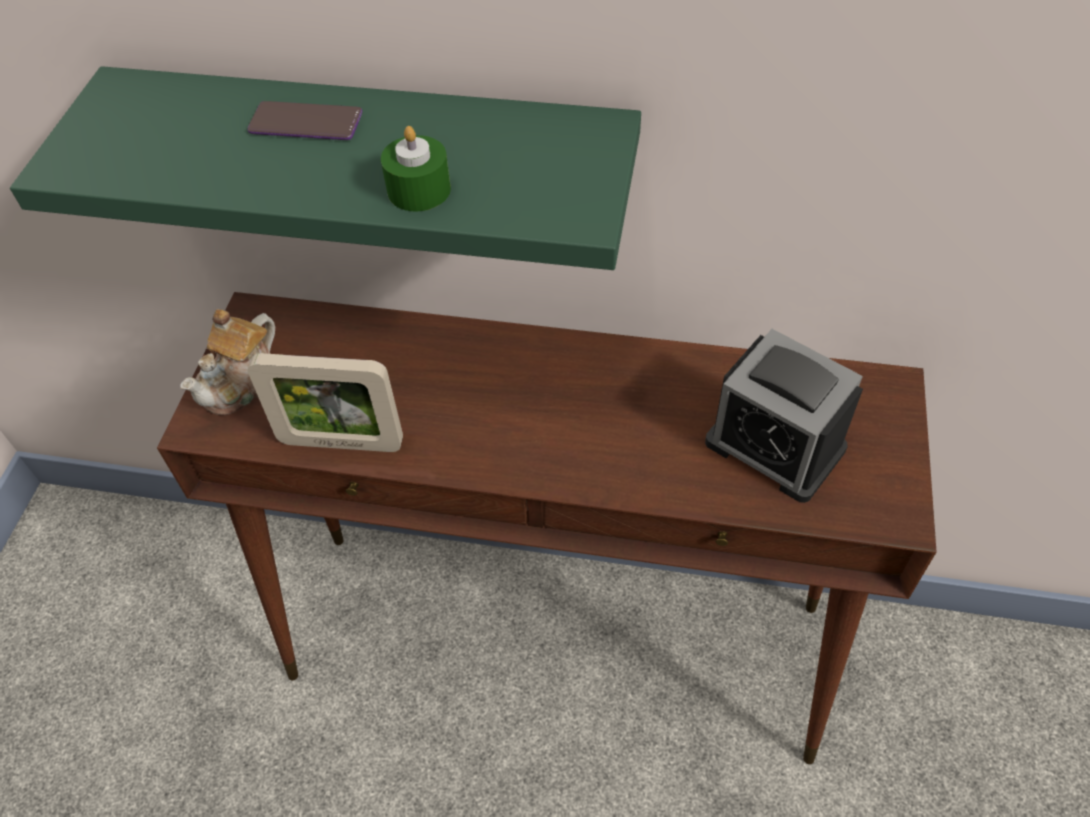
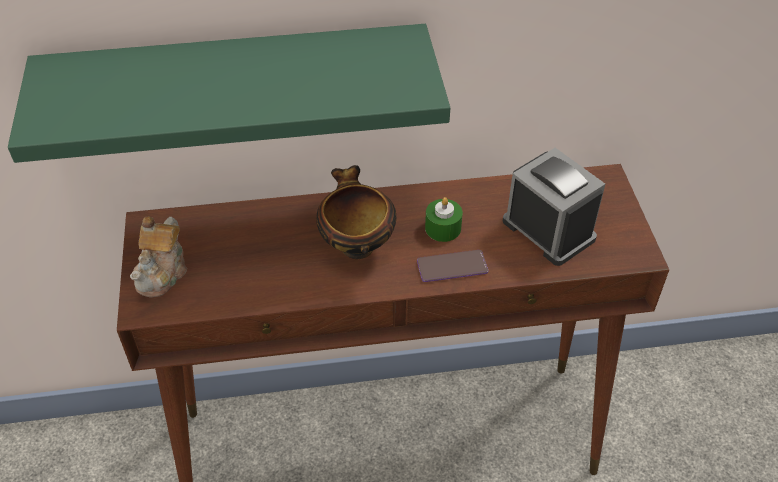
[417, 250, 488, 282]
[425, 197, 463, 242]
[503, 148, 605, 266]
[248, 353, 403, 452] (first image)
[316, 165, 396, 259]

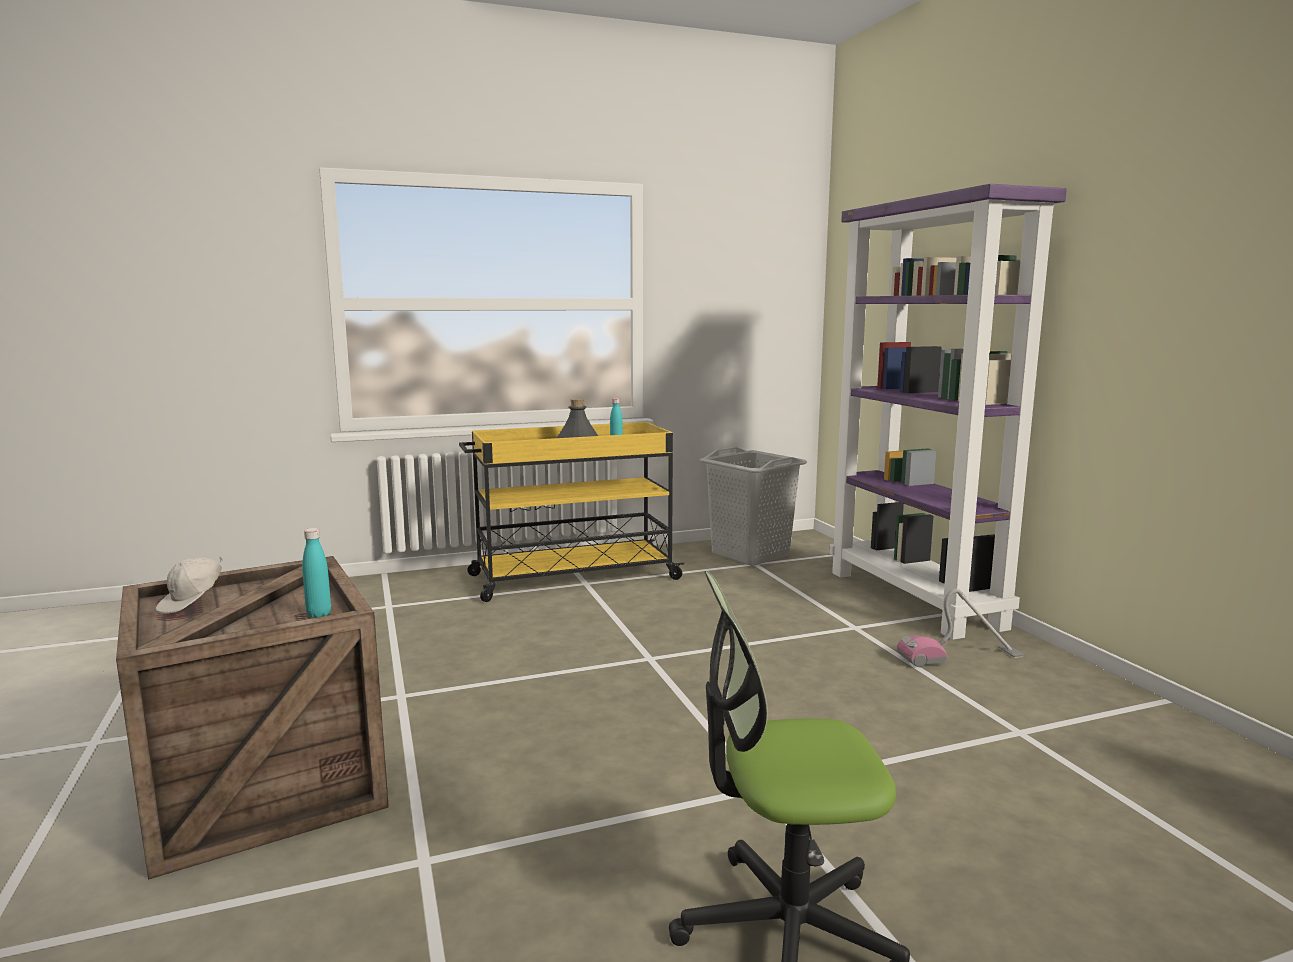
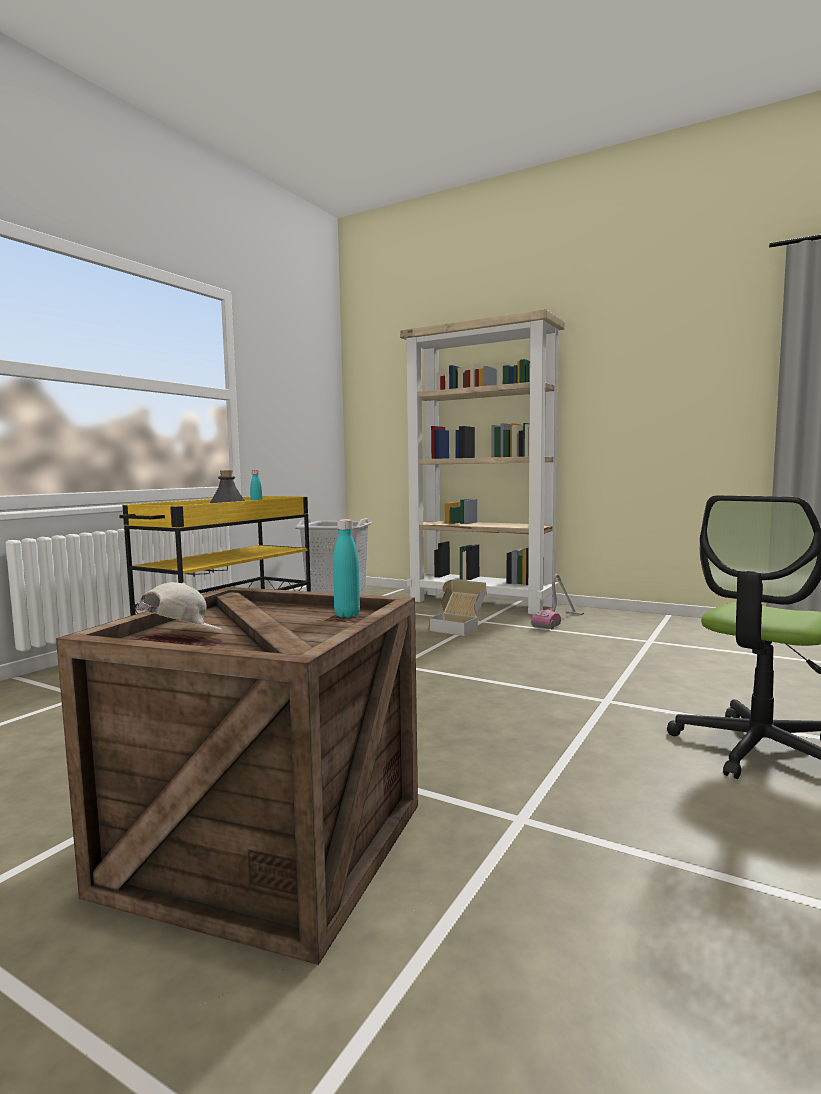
[400, 309, 565, 614]
[135, 582, 222, 630]
[429, 579, 487, 636]

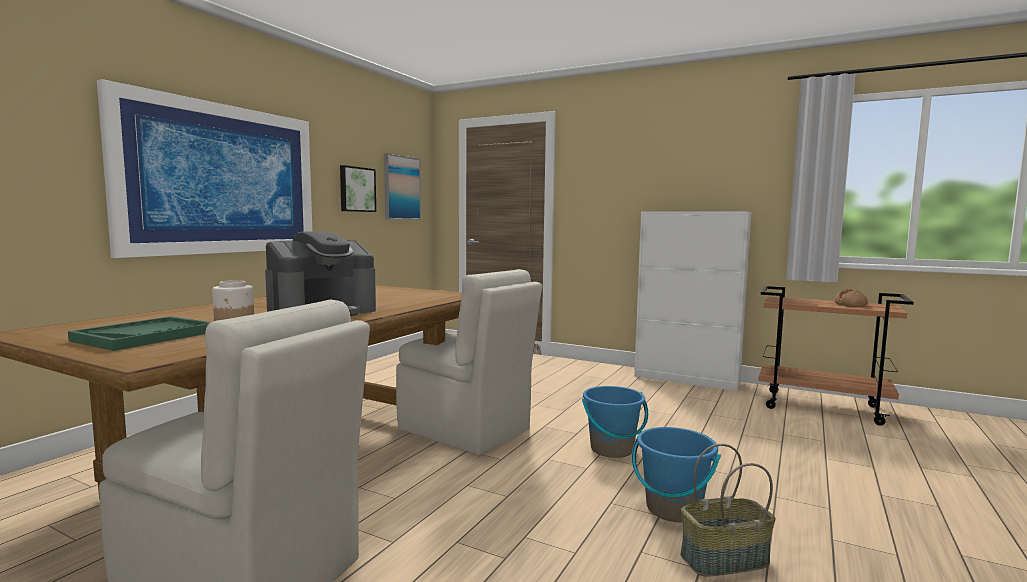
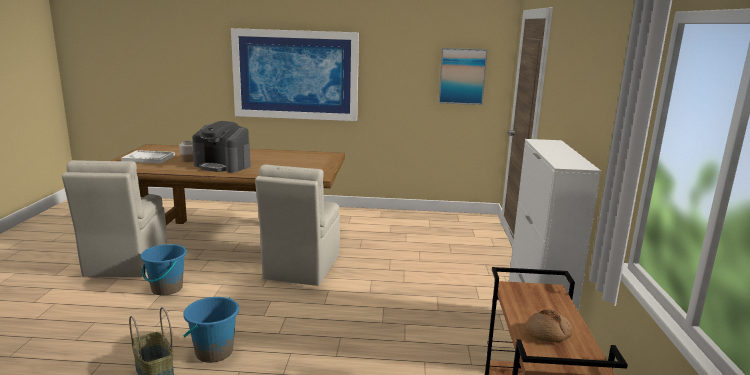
[340, 165, 376, 212] (first image)
[121, 150, 175, 163]
[140, 244, 187, 295]

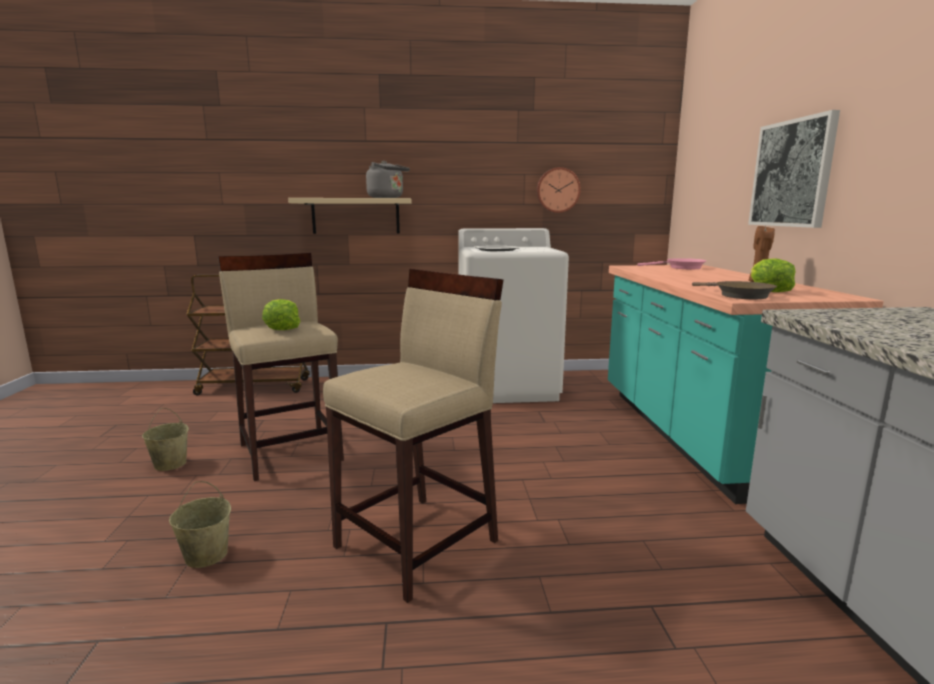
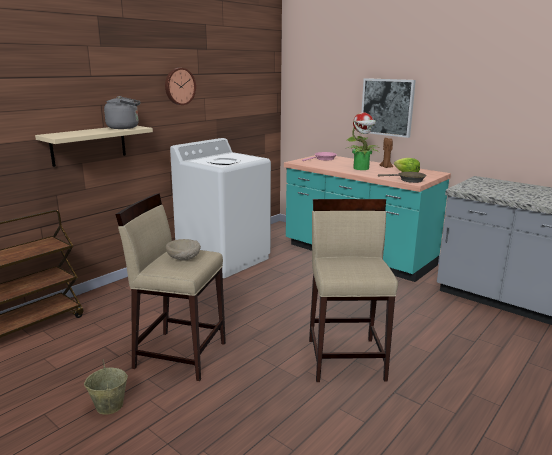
[165, 68, 196, 105]
[166, 239, 201, 260]
[169, 481, 231, 568] (first image)
[345, 112, 380, 170]

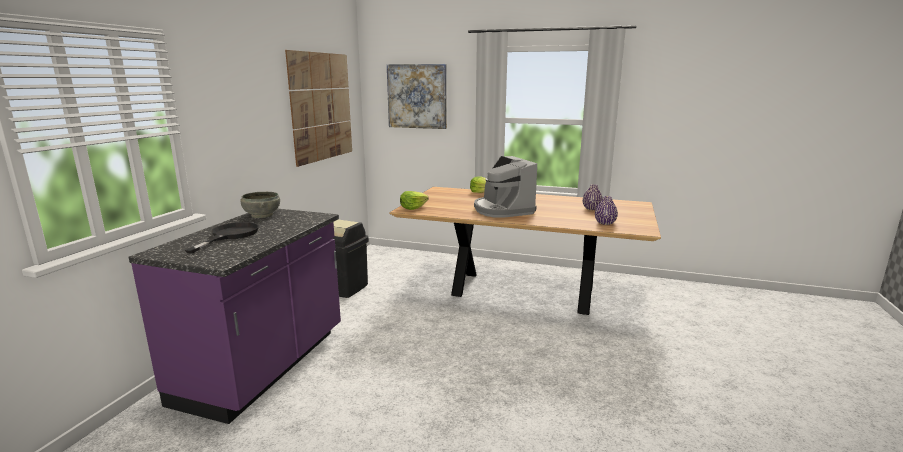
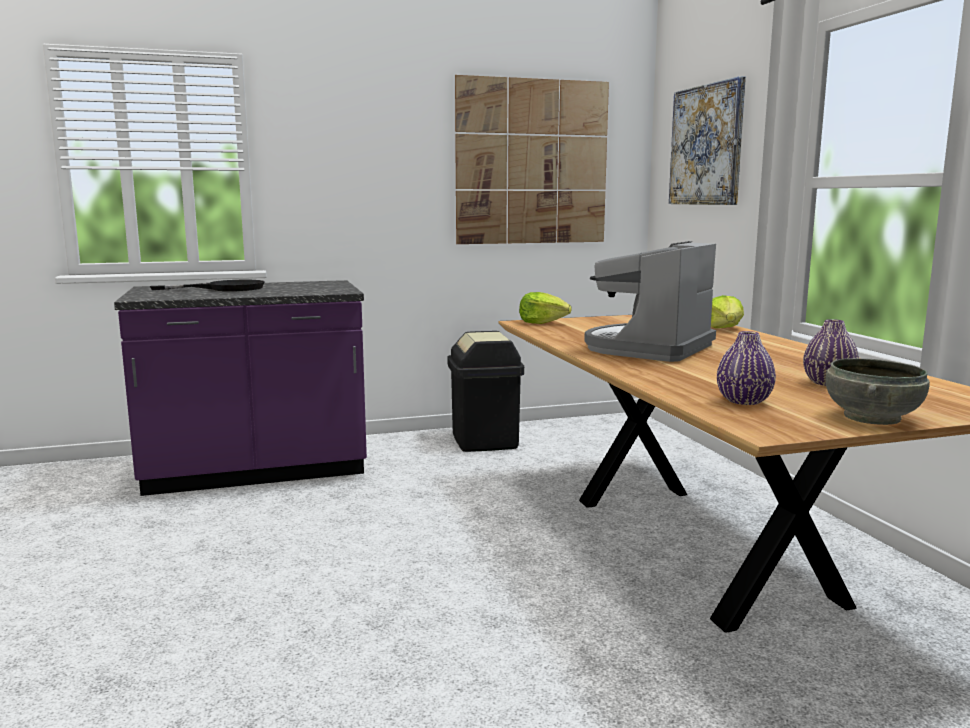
[826, 358, 930, 425]

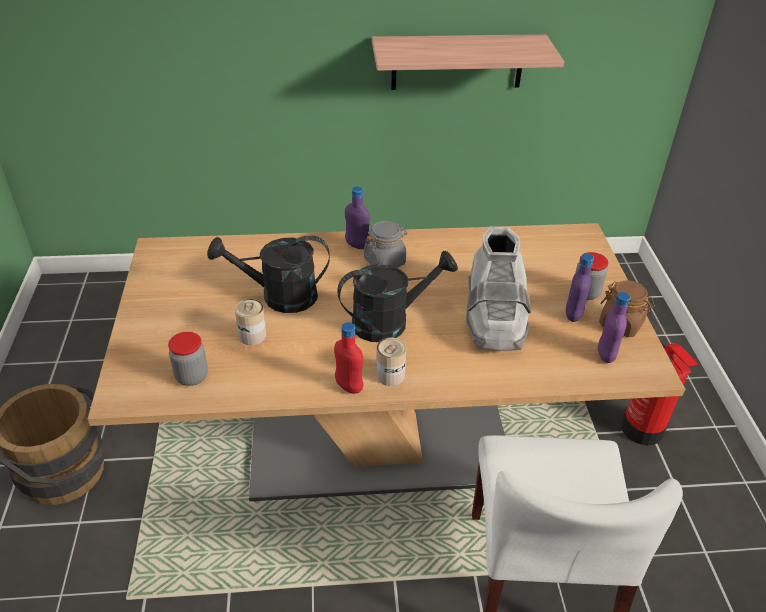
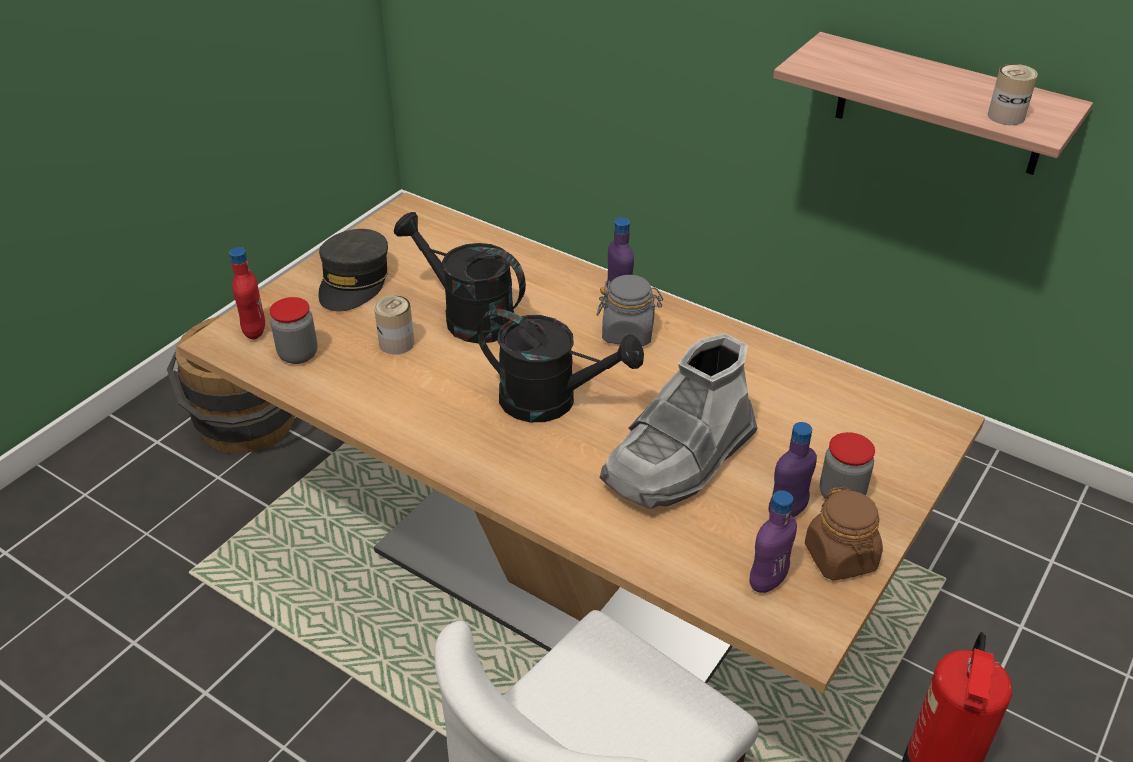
[229, 247, 265, 340]
[988, 64, 1038, 125]
[318, 229, 388, 311]

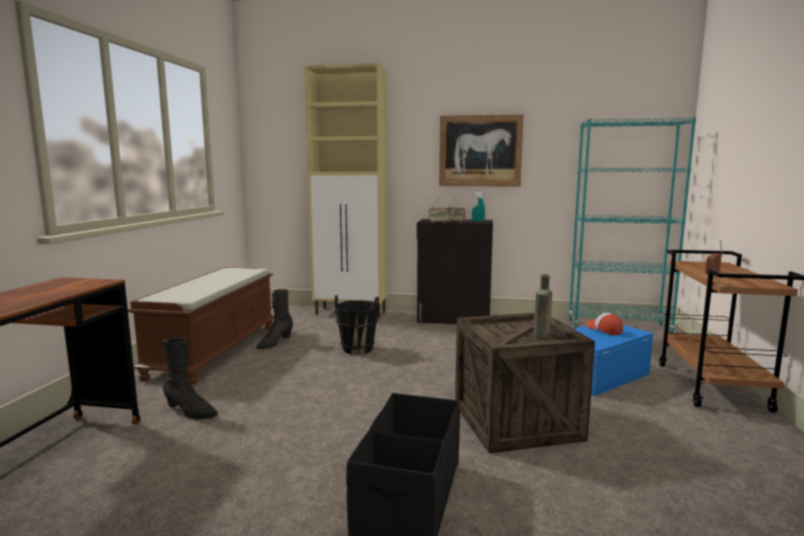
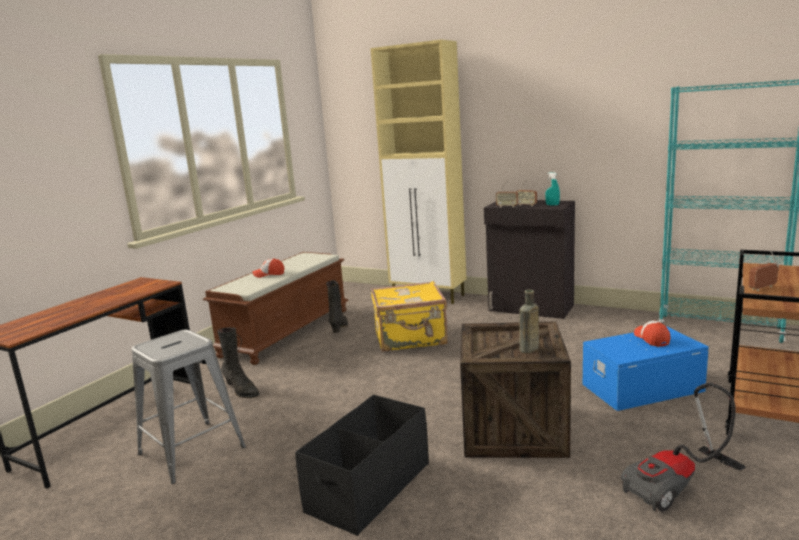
[439, 114, 524, 187] (first image)
[326, 280, 348, 333]
[371, 281, 448, 352]
[252, 258, 284, 278]
[132, 330, 246, 484]
[621, 382, 746, 512]

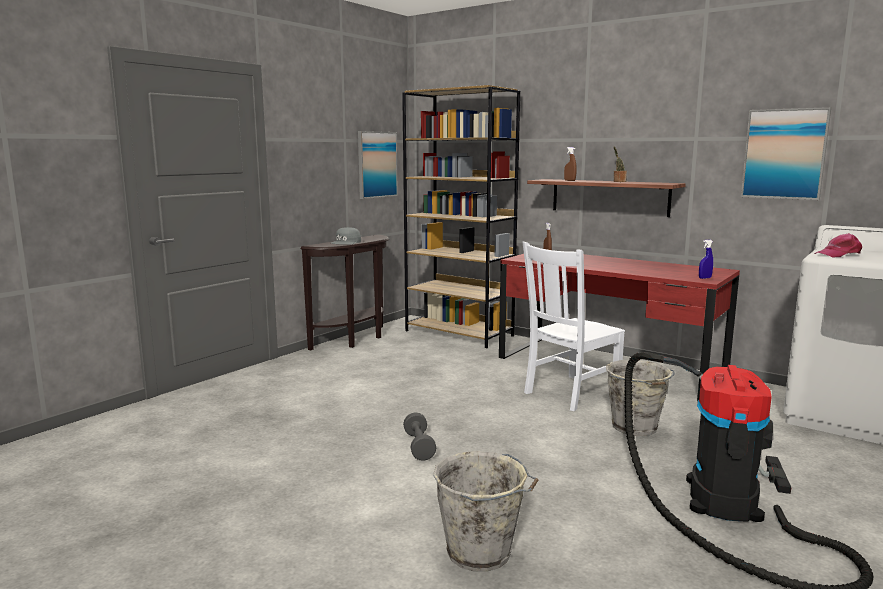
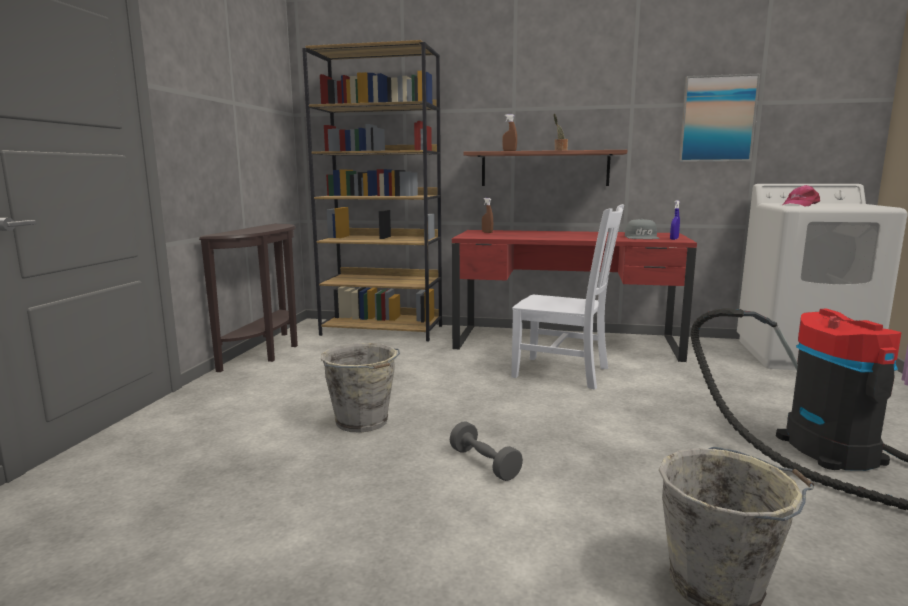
[358, 131, 398, 199] (first image)
[625, 219, 660, 239]
[511, 204, 624, 390]
[321, 343, 400, 433]

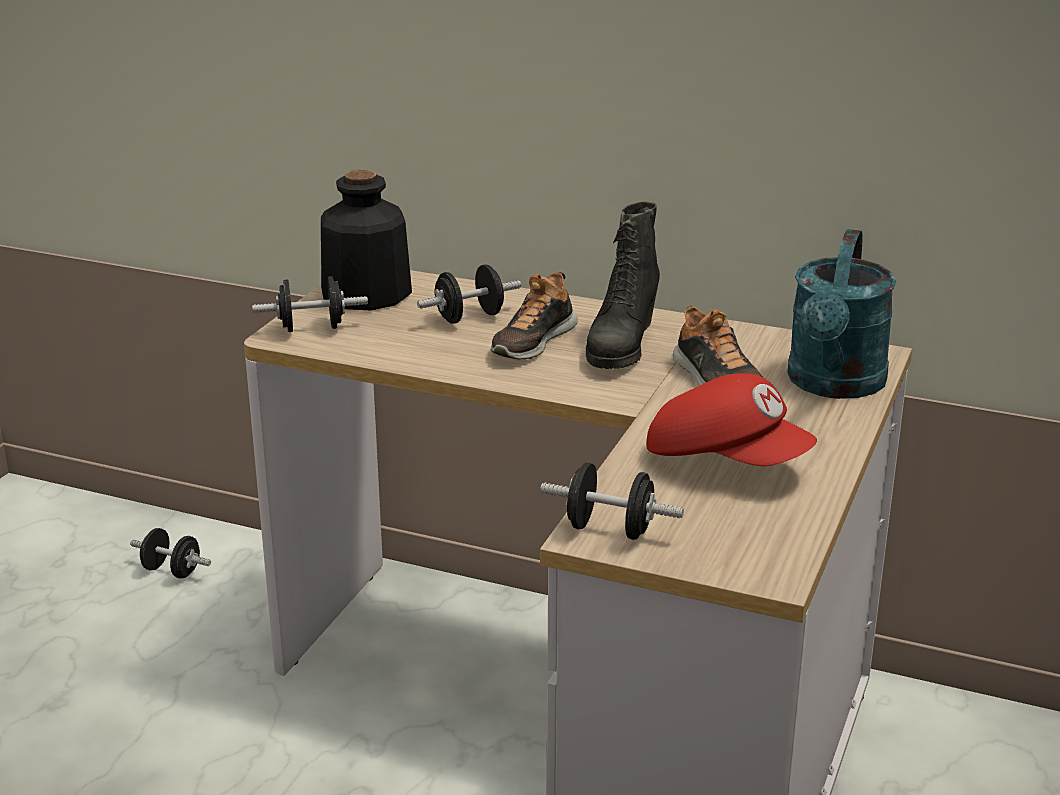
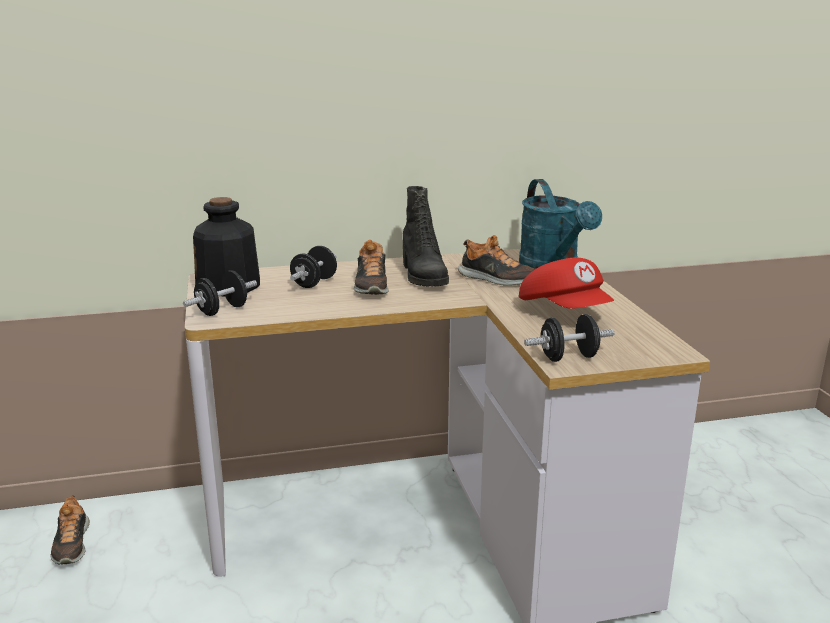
[519, 258, 614, 309]
[50, 495, 90, 565]

